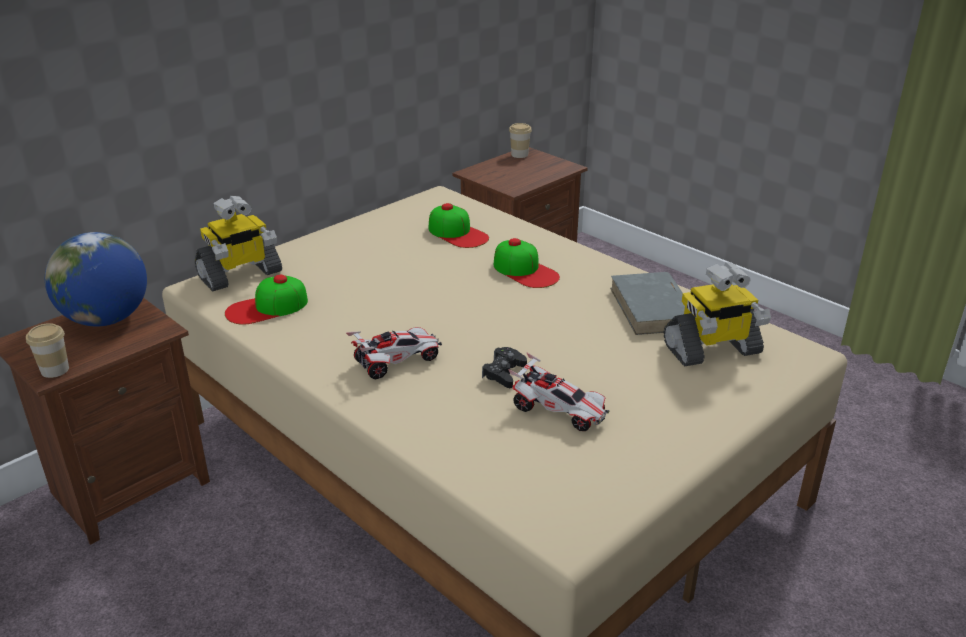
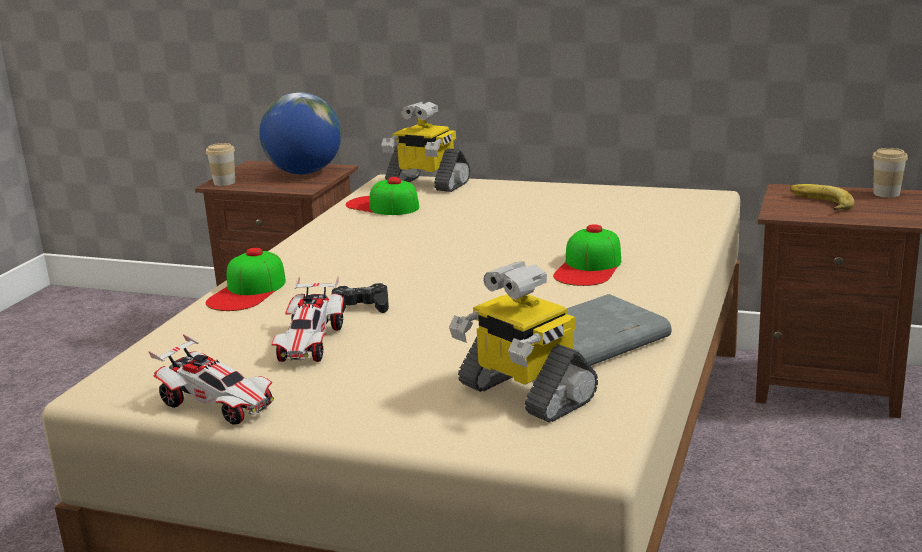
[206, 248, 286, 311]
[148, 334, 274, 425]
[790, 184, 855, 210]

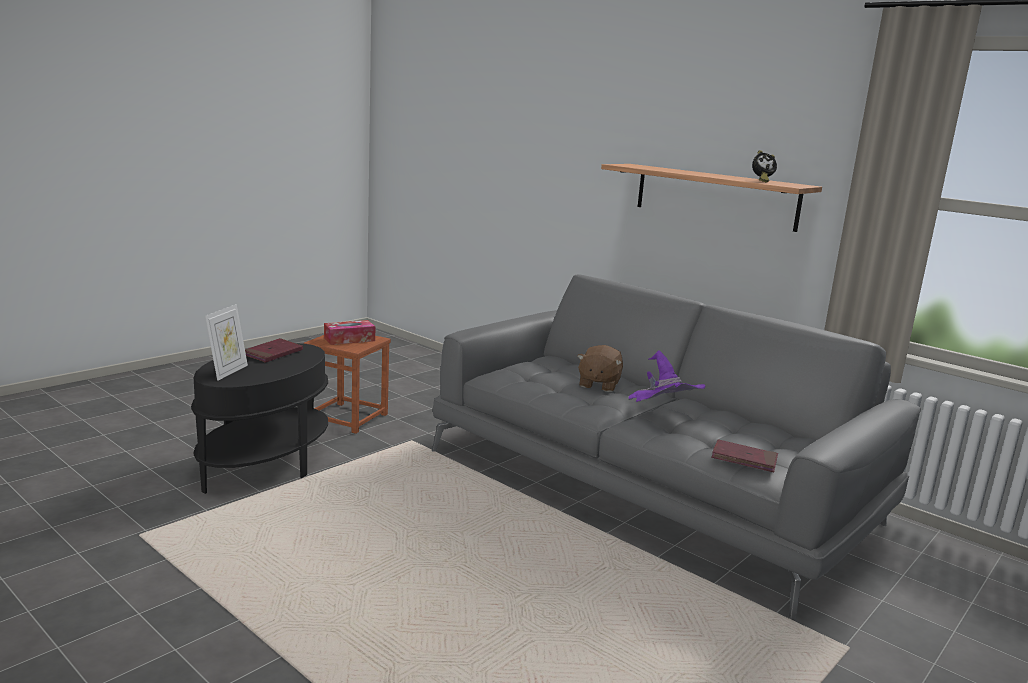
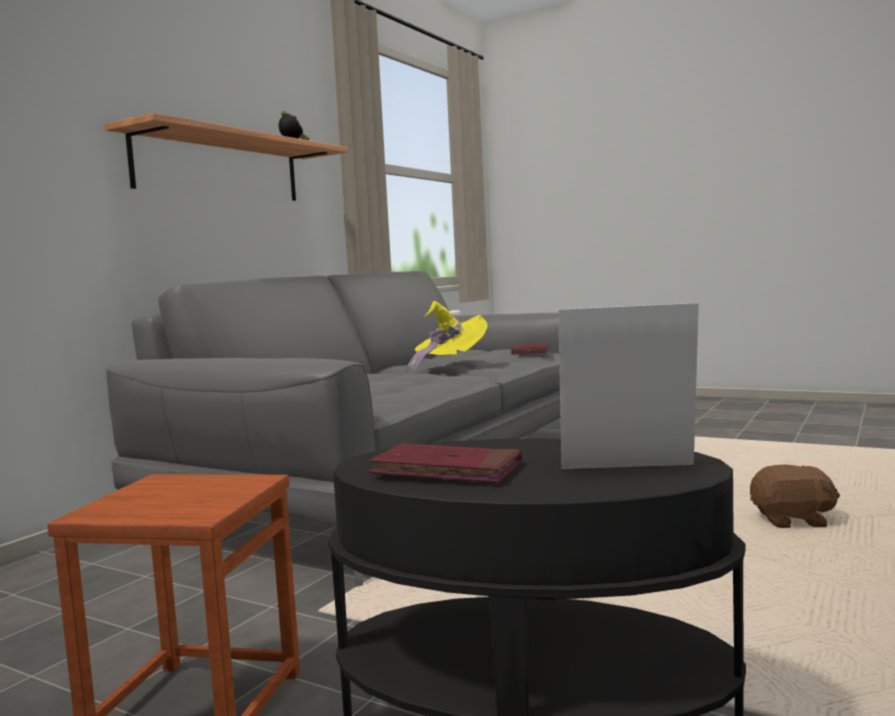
[324, 320, 375, 345] (first image)
[750, 465, 840, 528]
[405, 301, 488, 373]

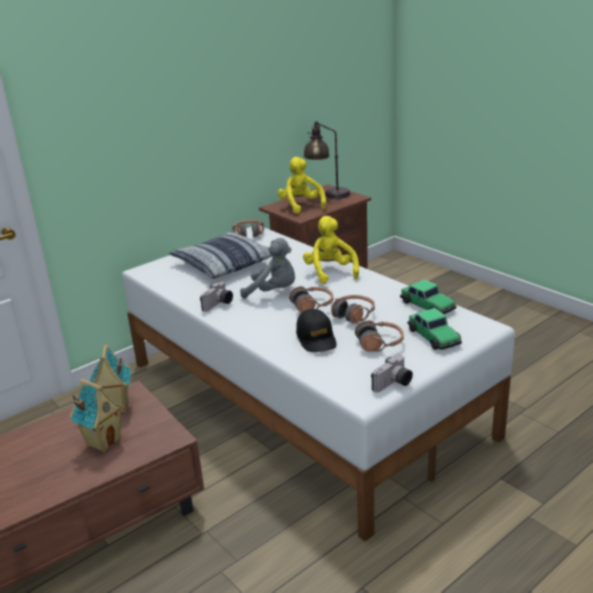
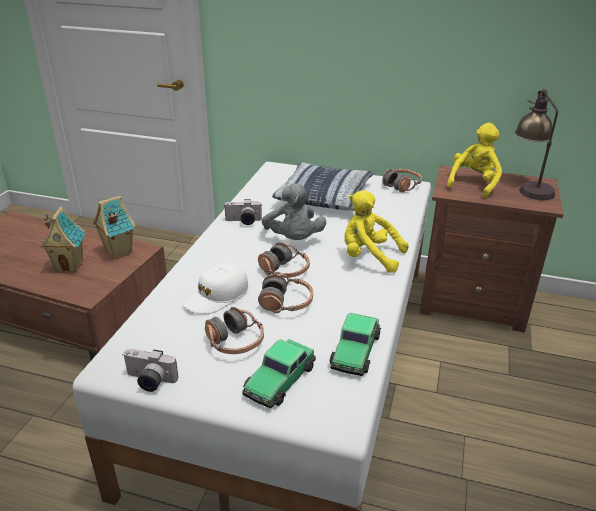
[344, 190, 409, 273]
[183, 263, 248, 314]

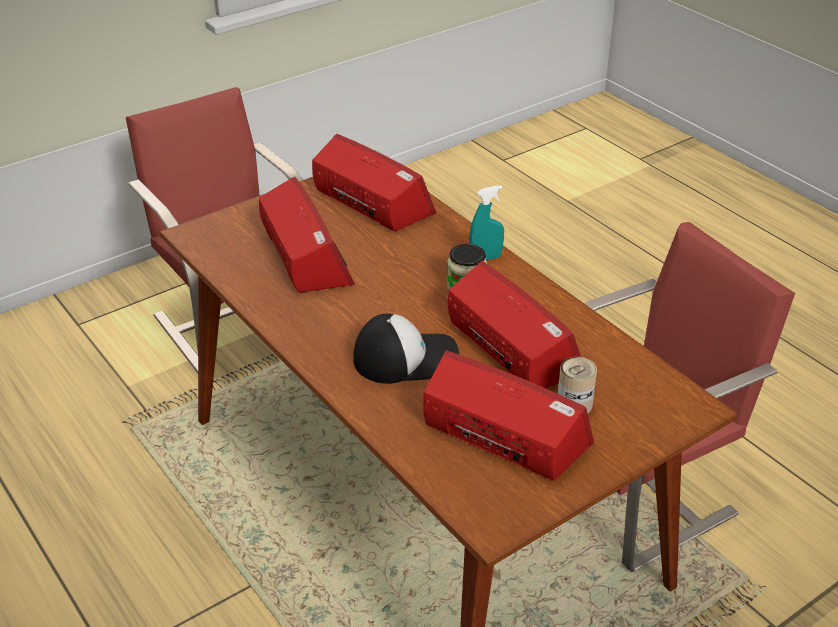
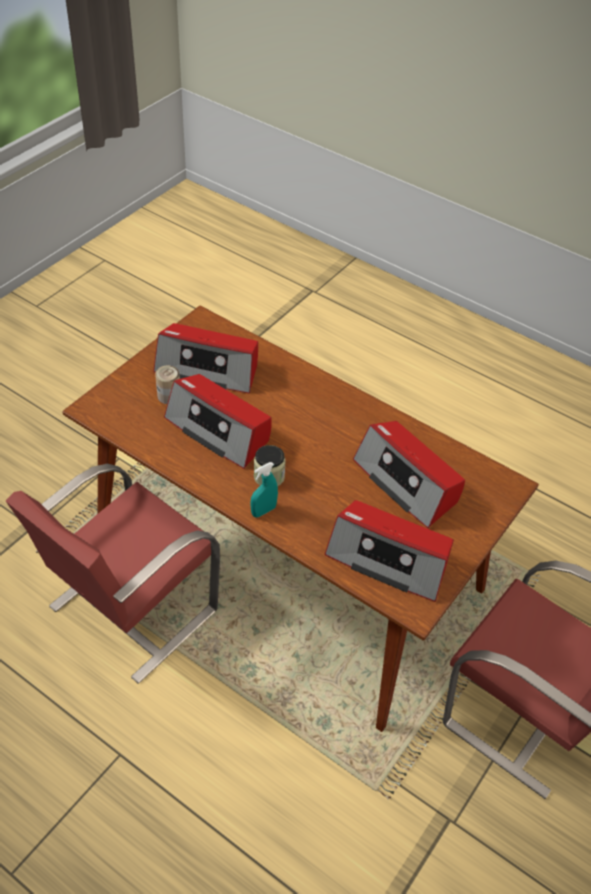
[354, 314, 459, 384] (first image)

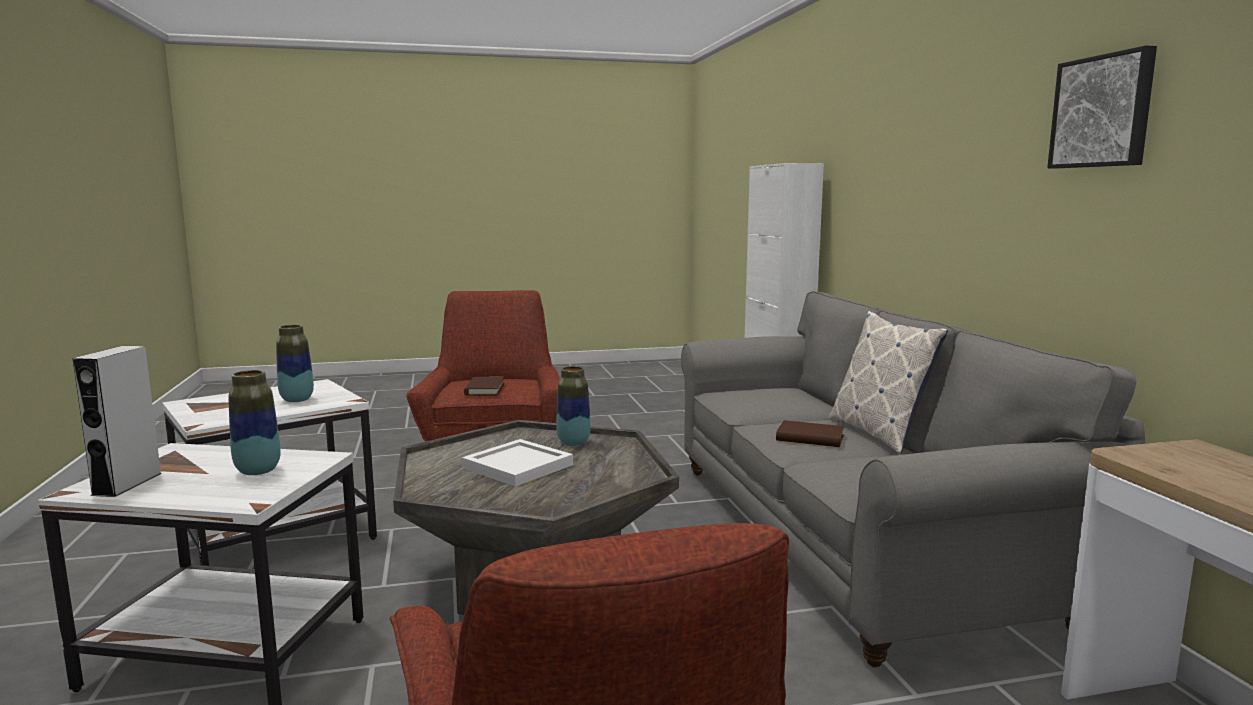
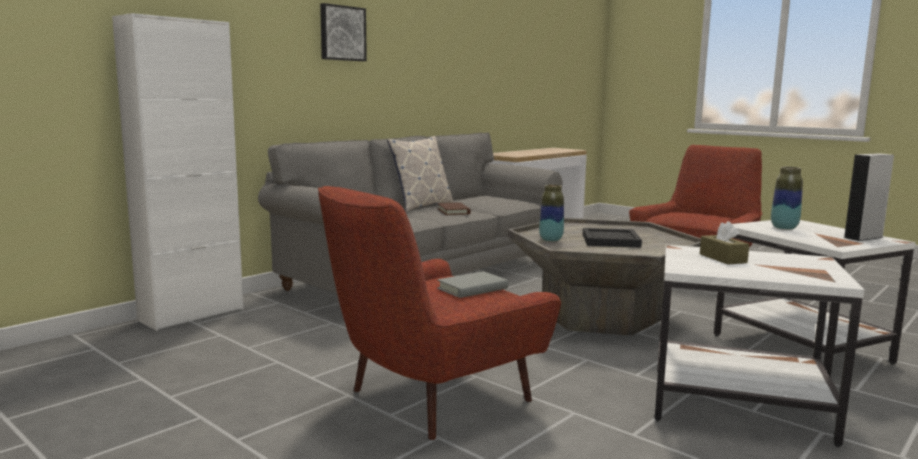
[320, 3, 367, 61]
[700, 221, 749, 265]
[437, 271, 508, 298]
[583, 228, 642, 247]

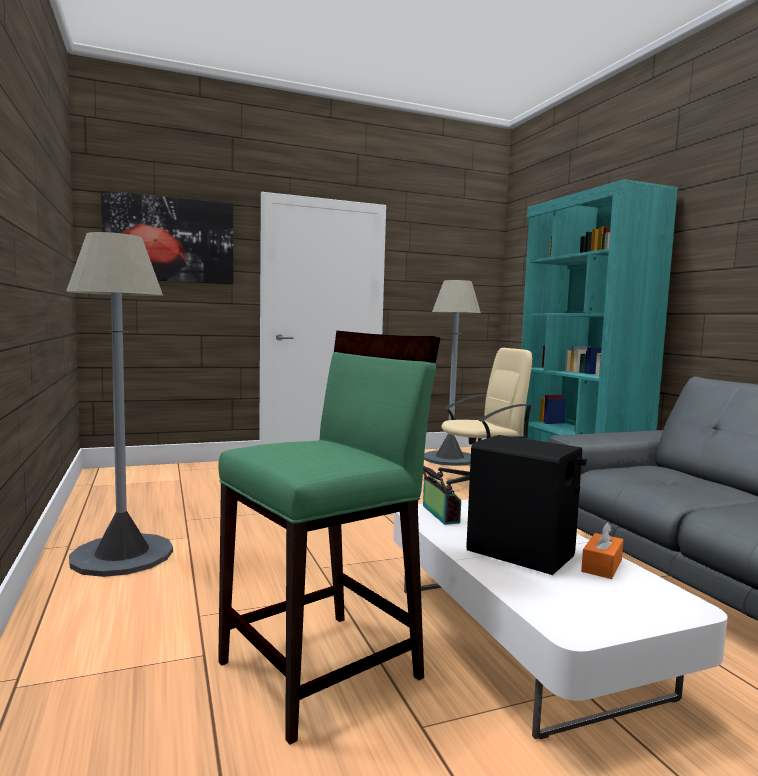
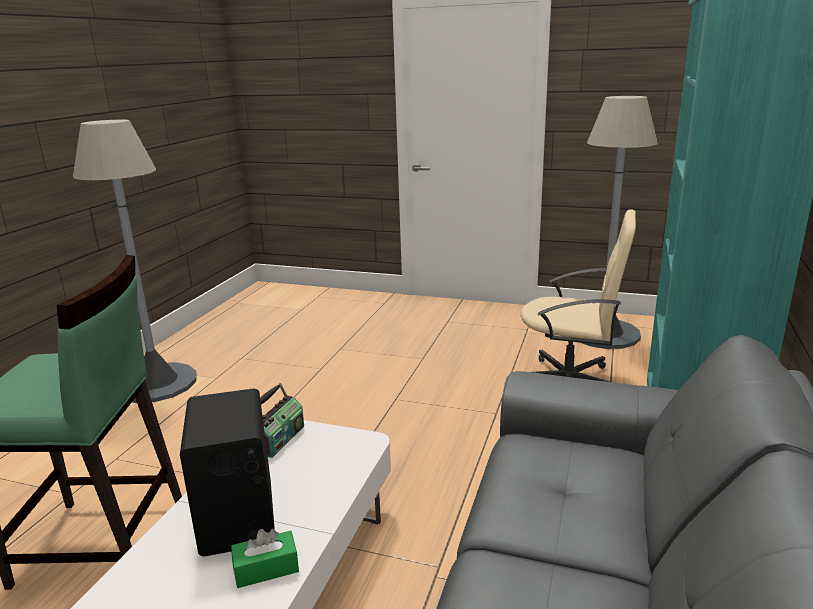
[101, 190, 233, 284] (first image)
[231, 529, 299, 588]

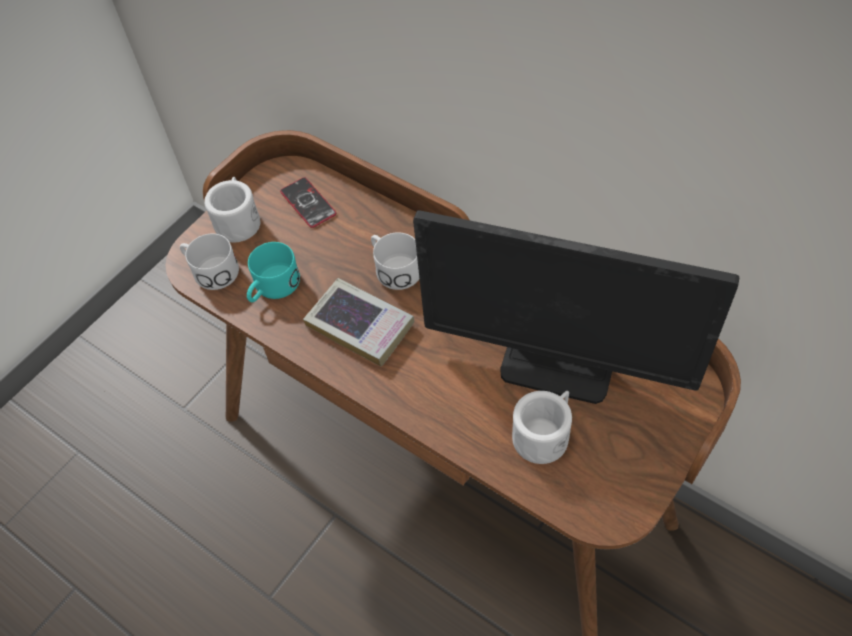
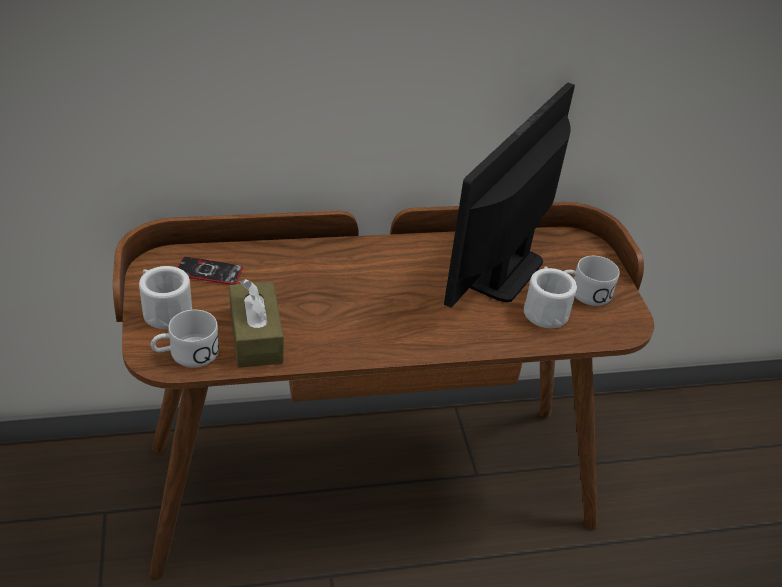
[444, 82, 575, 308]
[564, 256, 620, 306]
[229, 279, 284, 368]
[303, 278, 415, 367] (first image)

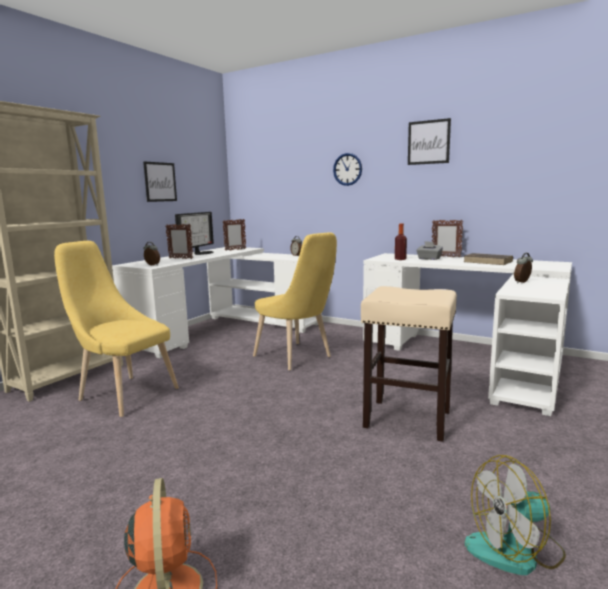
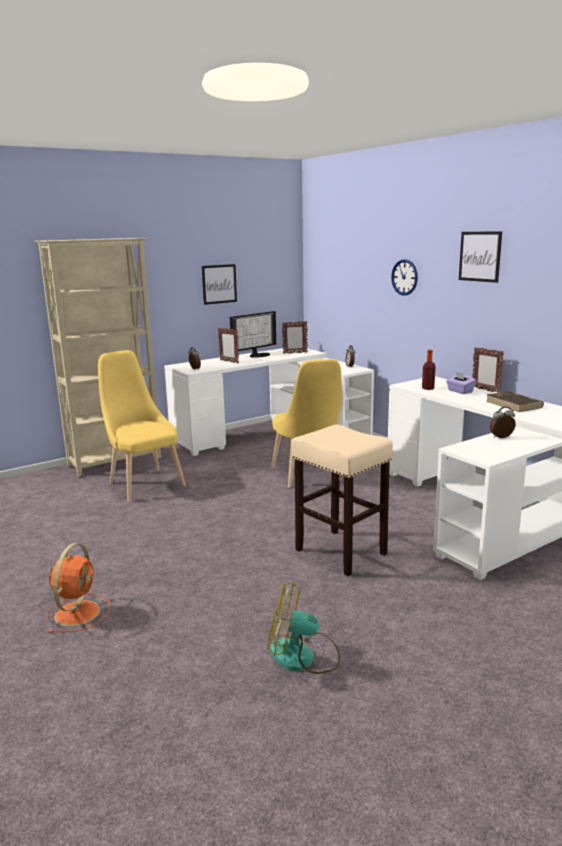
[446, 372, 476, 394]

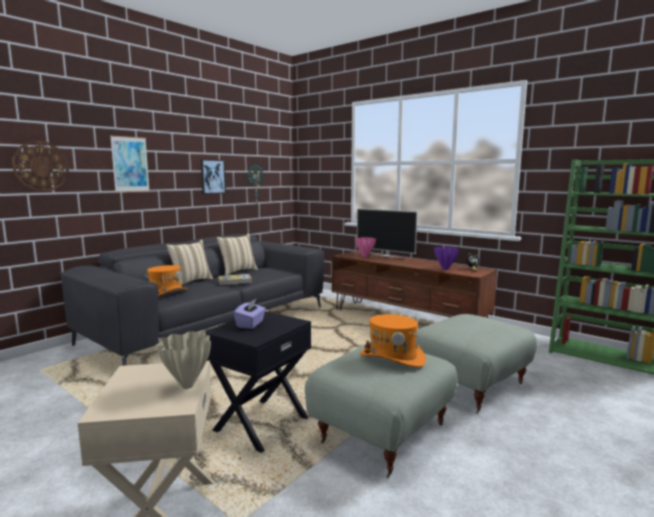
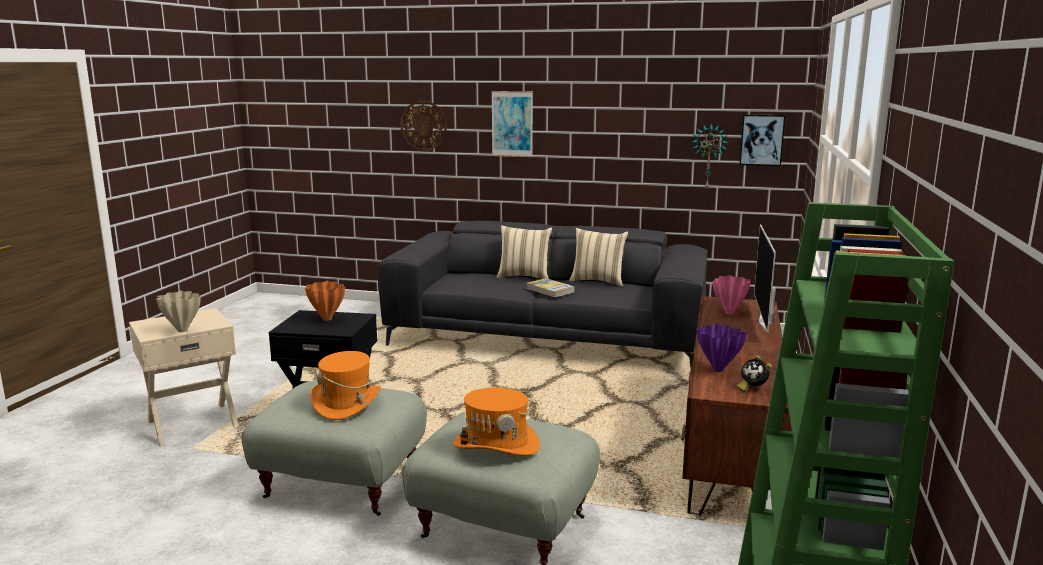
[739, 114, 785, 166]
[453, 387, 540, 456]
[305, 281, 345, 321]

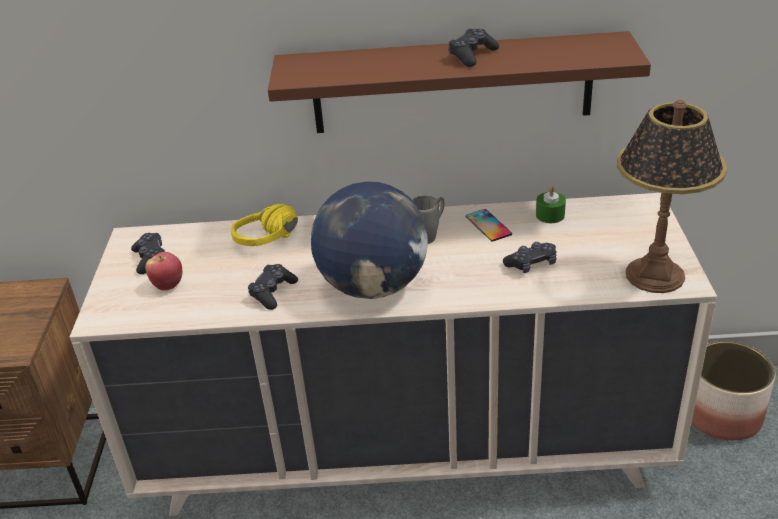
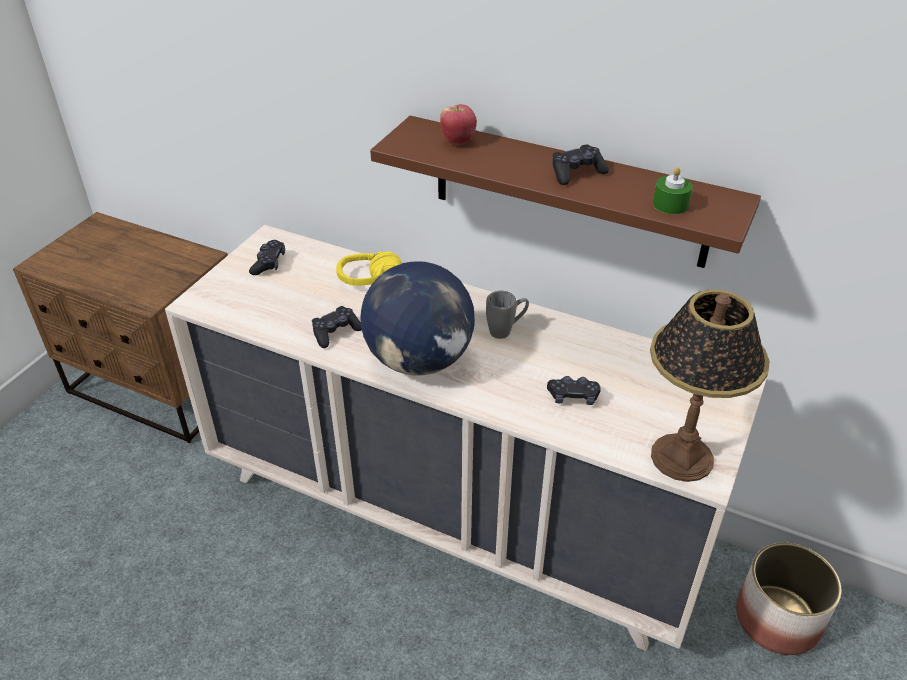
[653, 167, 693, 214]
[466, 209, 512, 241] (first image)
[440, 104, 477, 145]

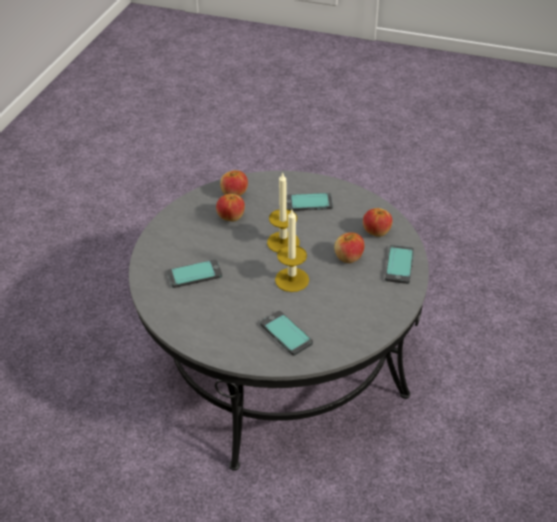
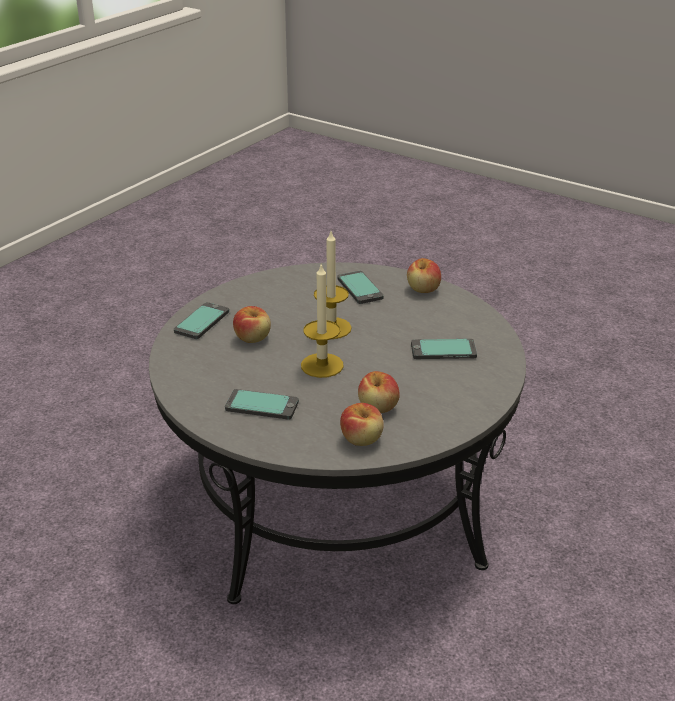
[407, 258, 441, 293]

